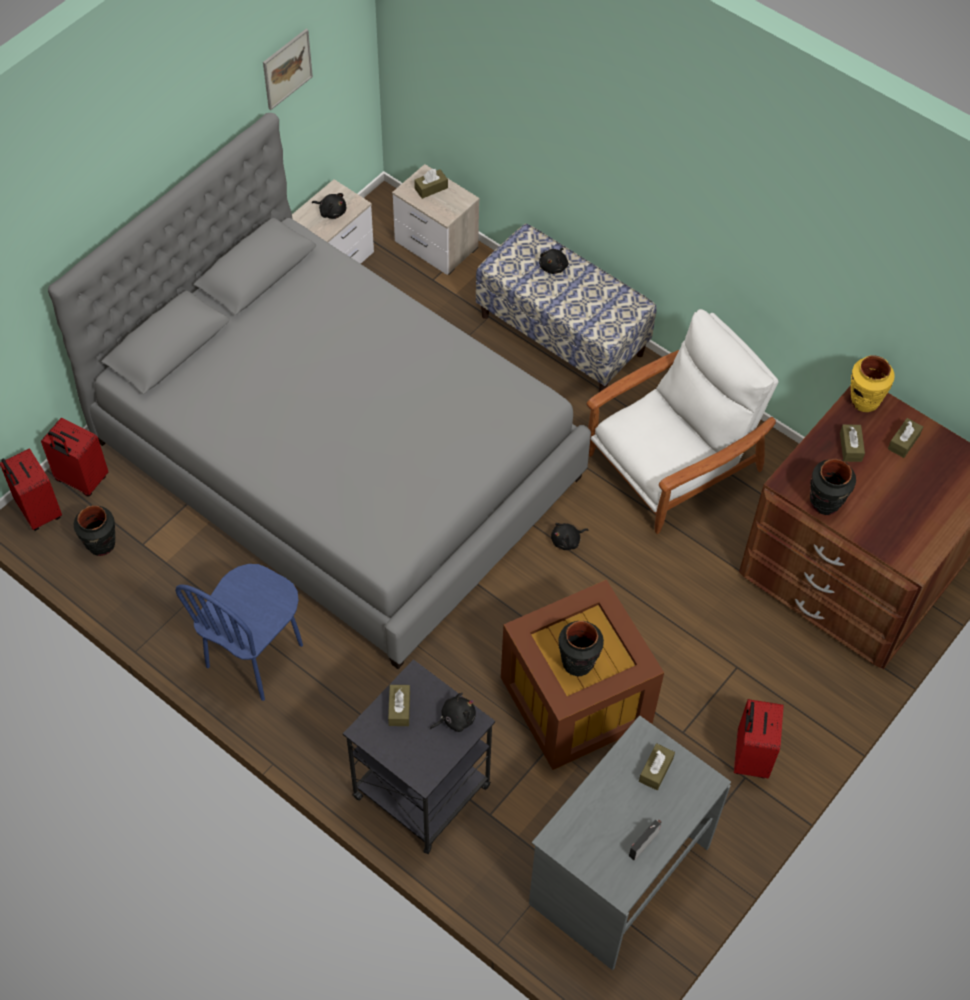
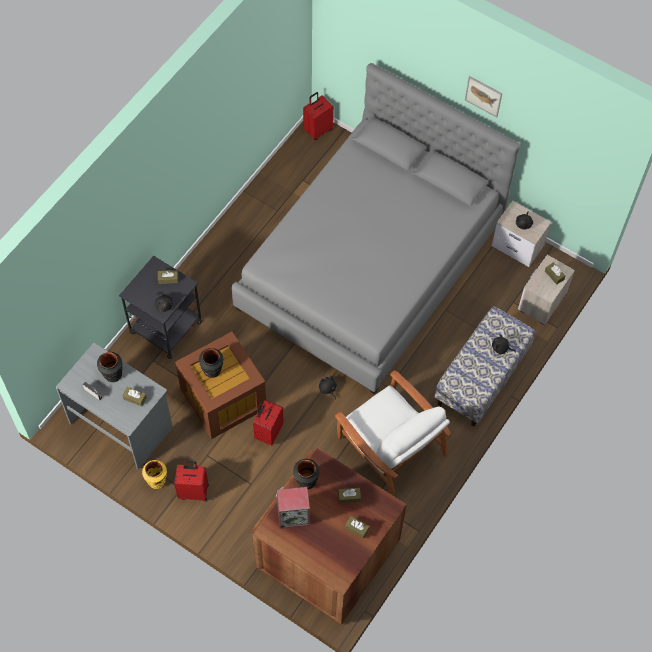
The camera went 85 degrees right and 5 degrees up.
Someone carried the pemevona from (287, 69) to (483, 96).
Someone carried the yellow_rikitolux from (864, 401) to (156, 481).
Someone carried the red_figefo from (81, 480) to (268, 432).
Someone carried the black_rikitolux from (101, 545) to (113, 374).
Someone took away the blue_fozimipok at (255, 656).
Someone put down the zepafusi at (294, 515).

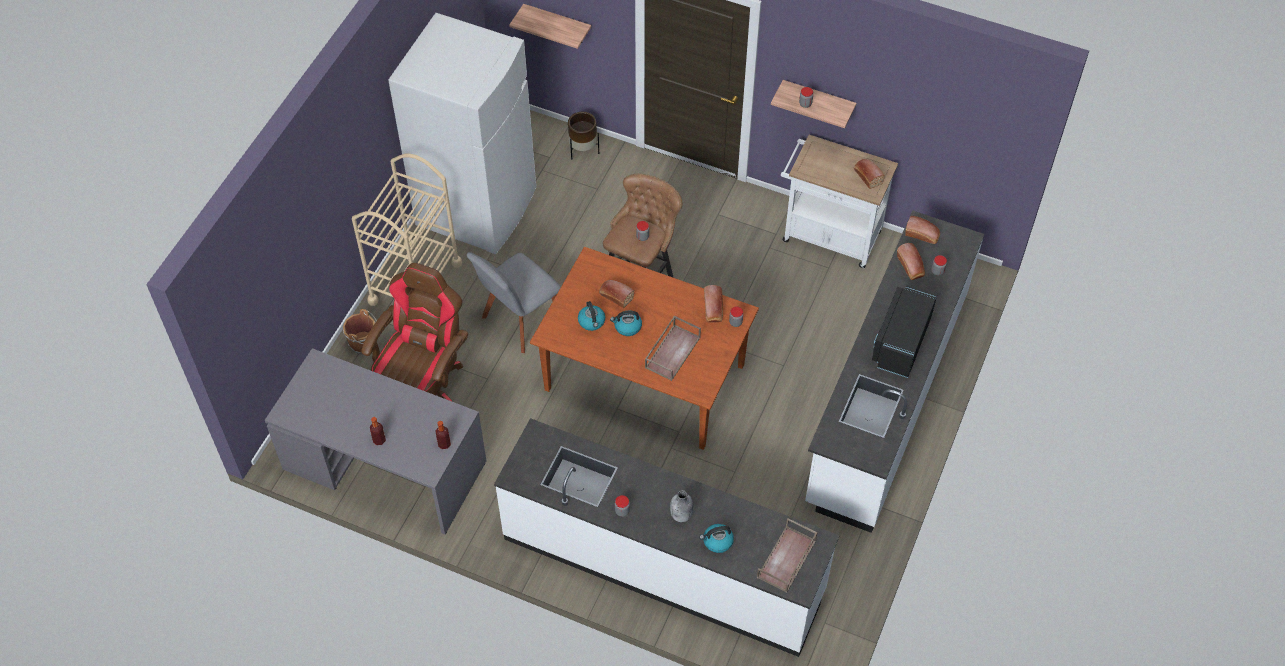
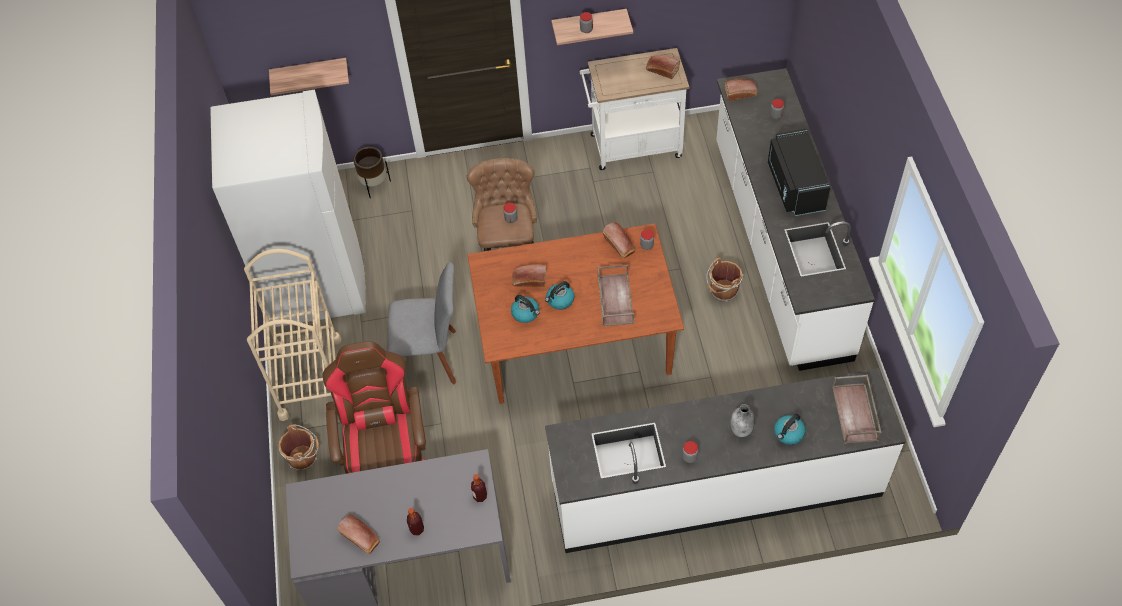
The camera went 30 degrees left and 0 degrees up.
Someone carried the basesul from (911, 267) to (361, 538).
Someone rotated the grey_fozimipok at (519, 321) by 105 degrees counterclockwise.
Someone put down the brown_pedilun at (723, 291).

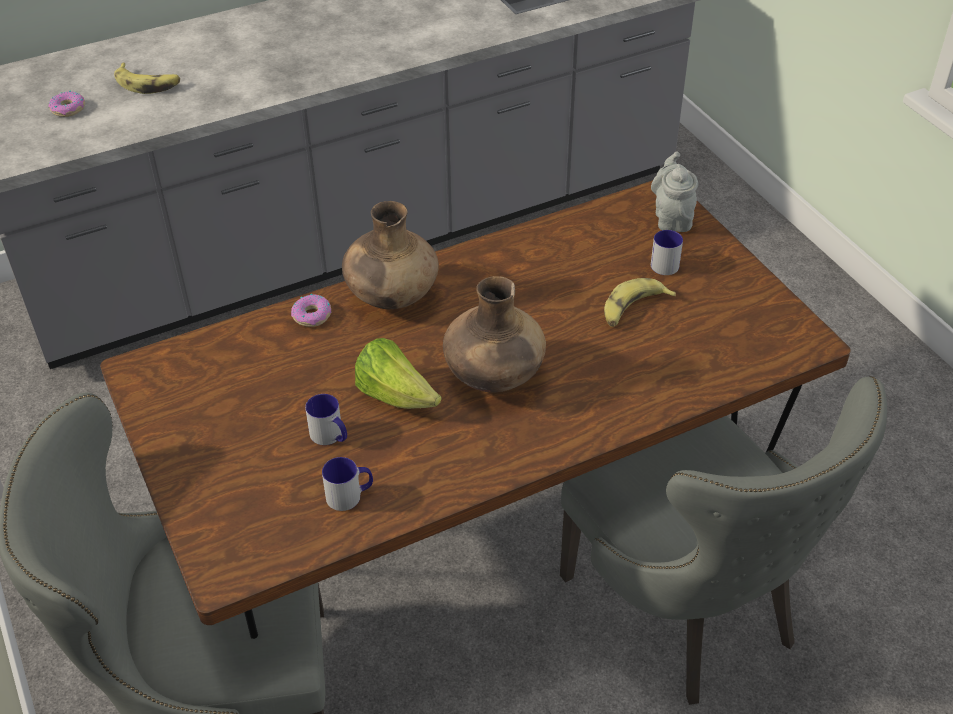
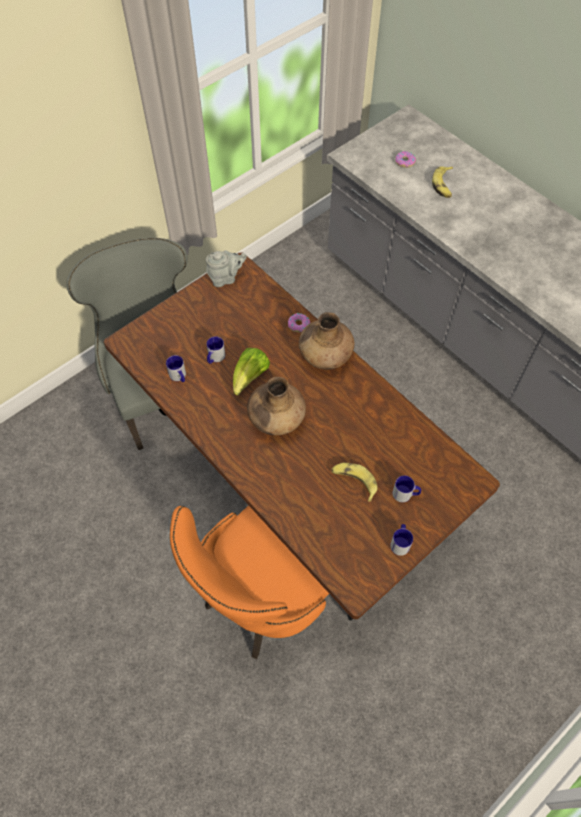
The camera went 75 degrees right and 15 degrees up.
Someone carried the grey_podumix from (672, 217) to (226, 278).
Someone repainted the grey_fozimipok at (689, 610), which became the orange_fozimipok at (264, 597).
Someone put down the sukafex at (400, 542).

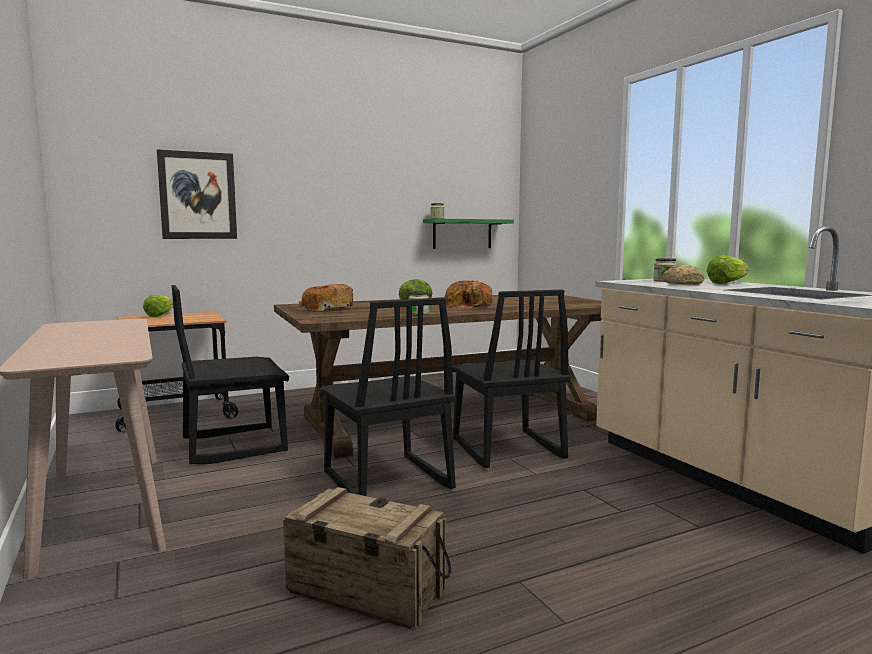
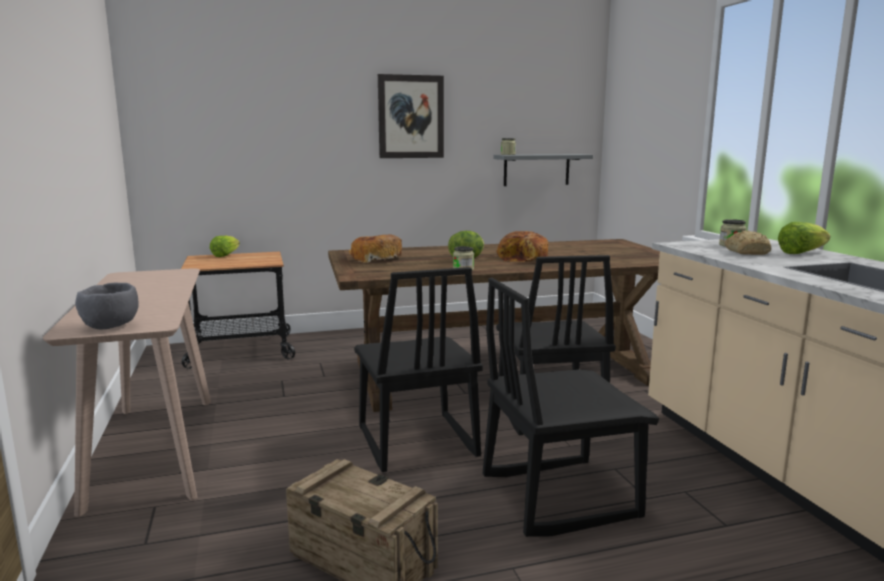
The camera went 10 degrees right and 5 degrees up.
Someone carried the pemevona from (198, 195) to (411, 117).
Someone repainted the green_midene at (462, 234), which became the grey_midene at (536, 169).
Someone carried the black_fozimipok from (234, 445) to (558, 496).
Someone put down the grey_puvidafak at (112, 326).

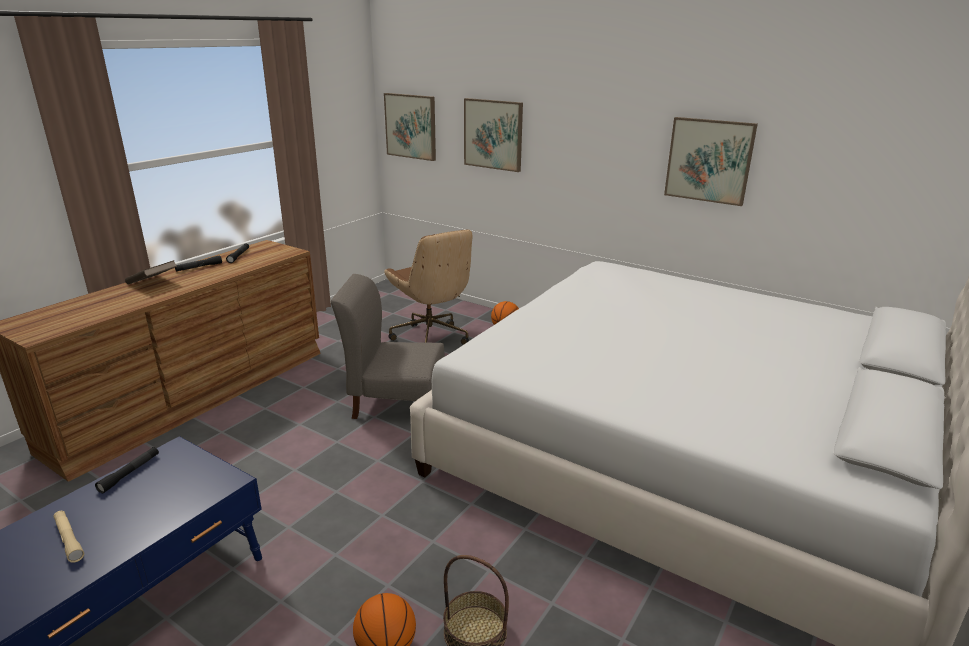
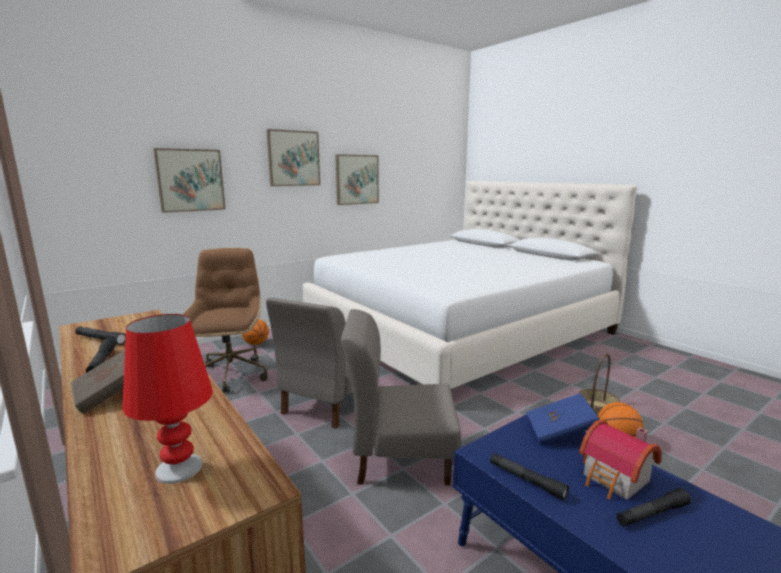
The camera went 70 degrees left and 10 degrees down.
Someone carried the pemevona from (411, 126) to (293, 158).
Someone rotated the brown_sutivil at (431, 340) by 90 degrees counterclockwise.
Someone repainted the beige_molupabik at (69, 540), which became the black_molupabik at (652, 514).
Someone put down the grey_fozimipok at (401, 458).
Someone put down the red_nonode at (178, 469).
Someone put down the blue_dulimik at (560, 433).
Someone put down the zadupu at (615, 480).

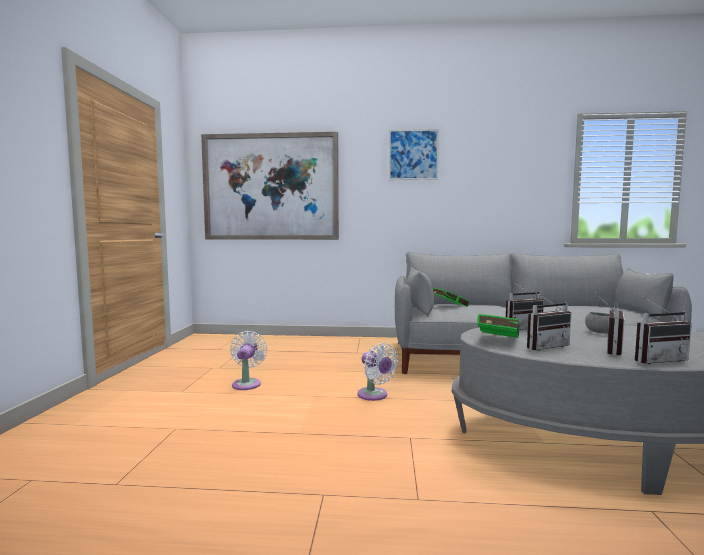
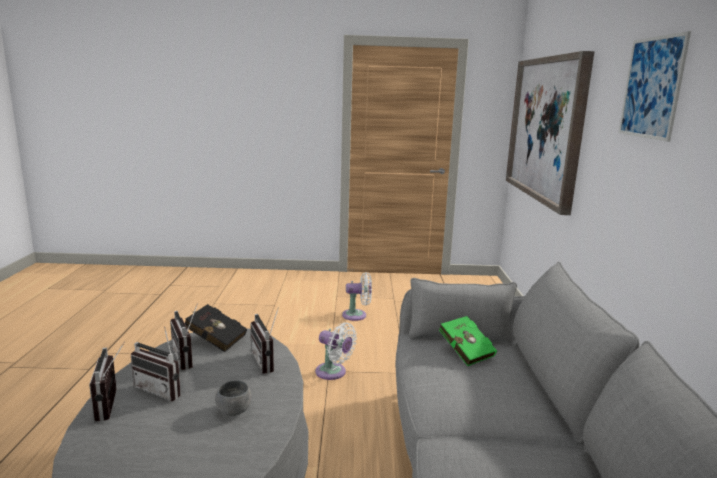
The camera went 85 degrees right and 10 degrees up.
Someone repainted the green_dulimik at (497, 341), which became the black_dulimik at (214, 339).
Someone rotated the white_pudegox at (374, 395) by 105 degrees counterclockwise.

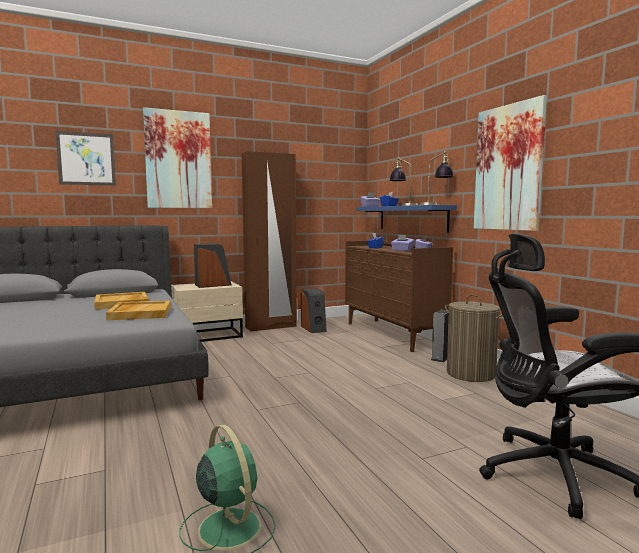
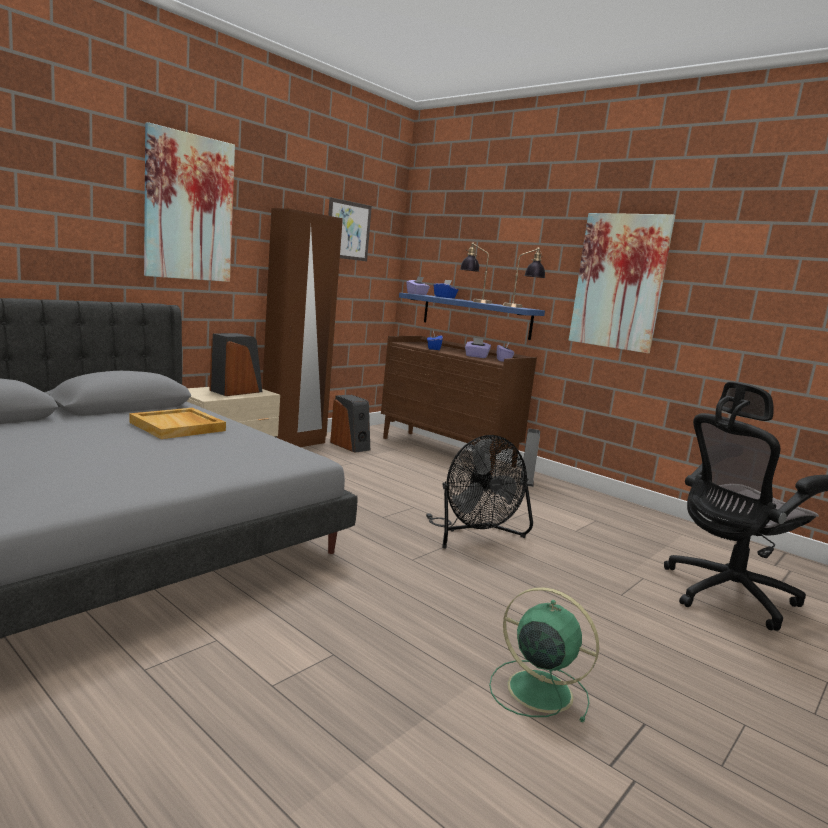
The camera went 25 degrees left and 5 degrees up.
Someone carried the pemevona from (86, 159) to (348, 230).
Someone took away the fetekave at (471, 374).
Someone took away the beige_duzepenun at (140, 313).
Someone put down the black_pudegox at (471, 534).

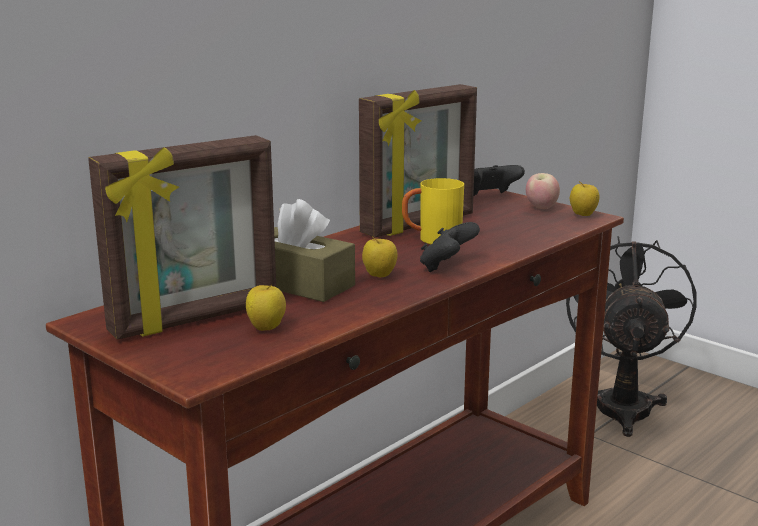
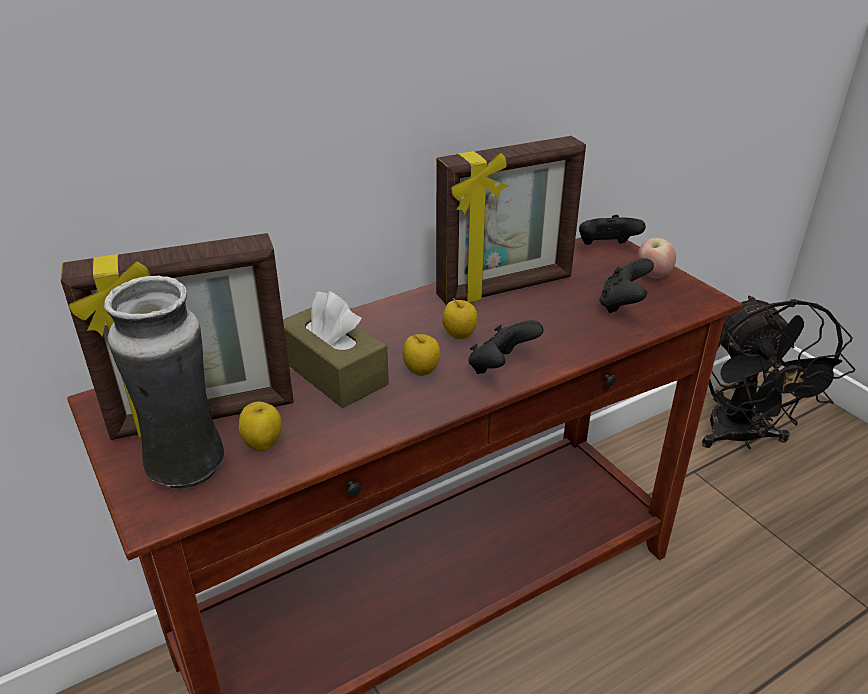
The camera went 15 degrees right and 15 degrees up.
Someone took away the yellow_sukafex at (432, 240).
Someone carried the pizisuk from (582, 215) to (459, 337).
Someone rotated the black_pudegox at (622, 403) by 150 degrees clockwise.
Someone put down the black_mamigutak at (622, 305).
Someone put down the rikitolux at (187, 469).

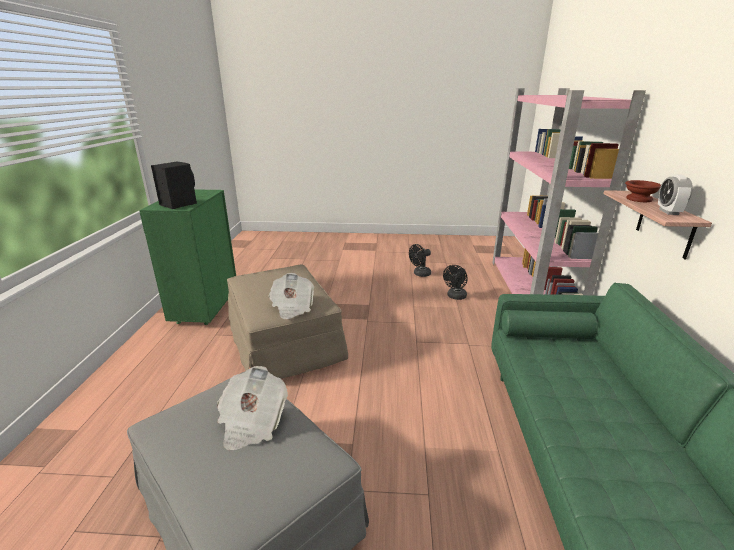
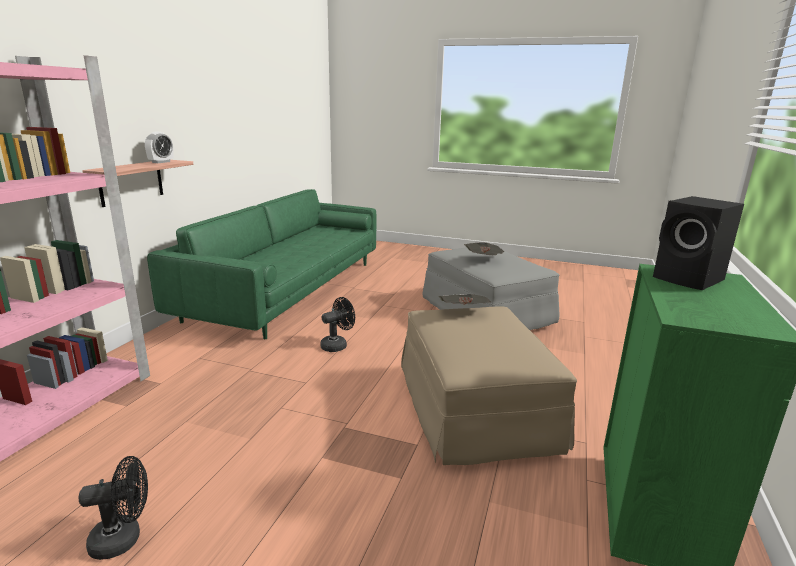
The camera went 165 degrees left and 5 degrees down.
Someone took away the brown_puvidafak at (640, 199).
Someone carried the black_pudegox from (455, 297) to (337, 345).

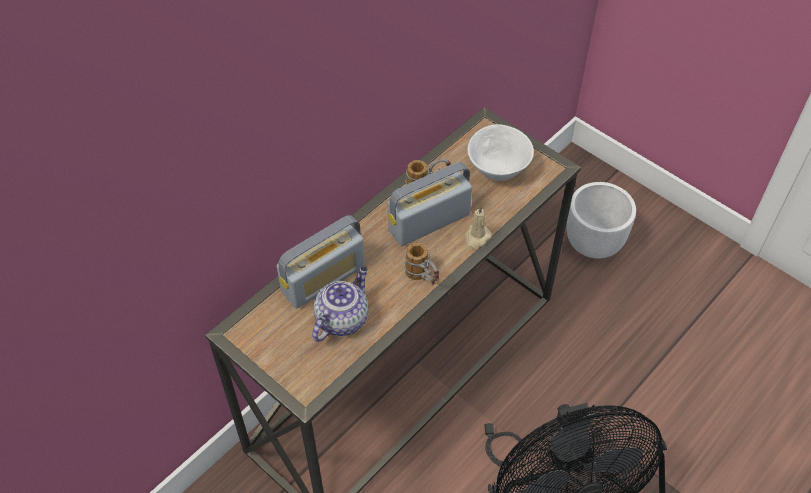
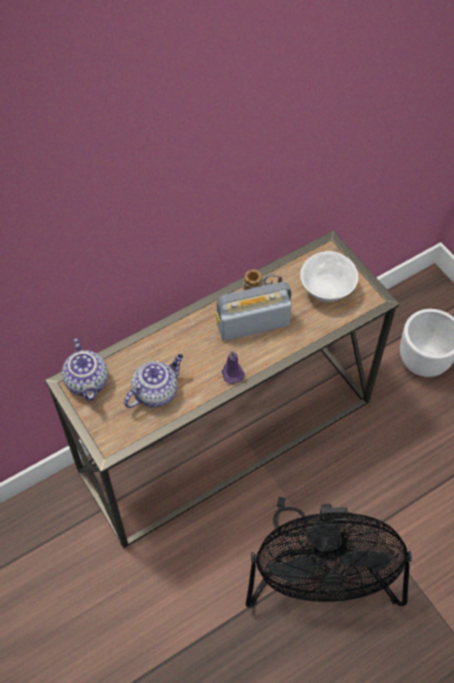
The camera went 15 degrees right and 5 degrees up.
Someone took away the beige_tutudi at (476, 238).
Someone took away the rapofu at (323, 279).
Someone swapped the sukafex at (423, 278) for the purple_tutudi at (232, 373).
Someone put down the podumix at (88, 382).

